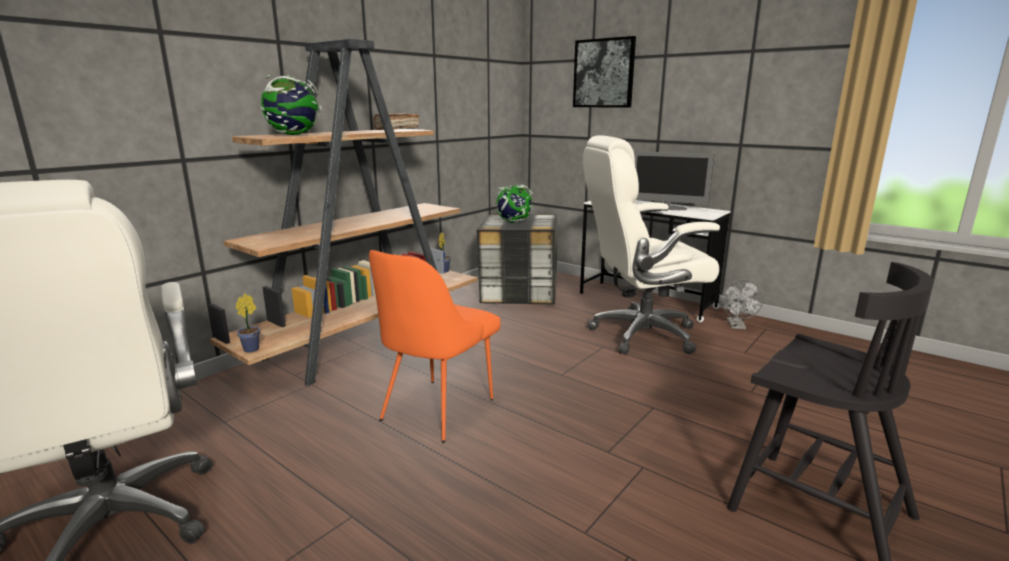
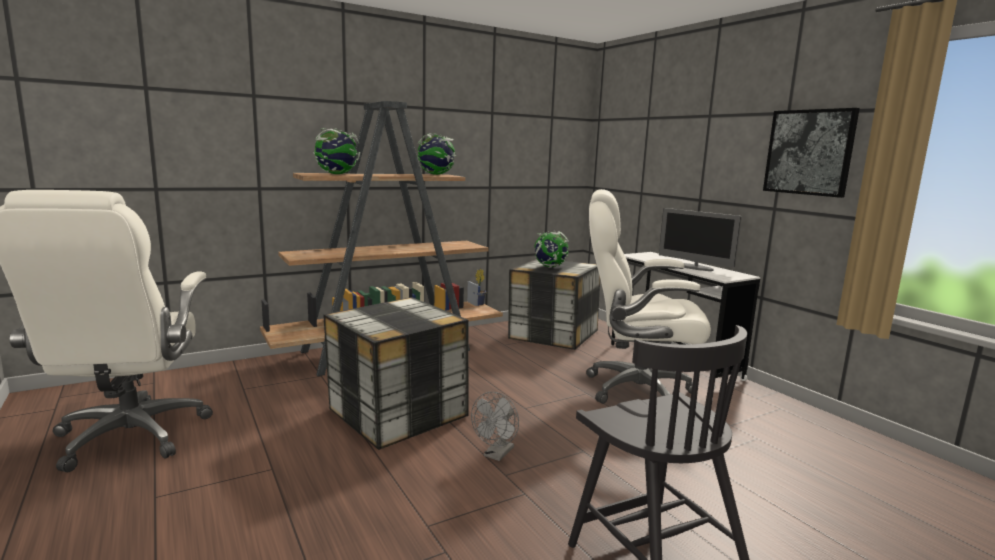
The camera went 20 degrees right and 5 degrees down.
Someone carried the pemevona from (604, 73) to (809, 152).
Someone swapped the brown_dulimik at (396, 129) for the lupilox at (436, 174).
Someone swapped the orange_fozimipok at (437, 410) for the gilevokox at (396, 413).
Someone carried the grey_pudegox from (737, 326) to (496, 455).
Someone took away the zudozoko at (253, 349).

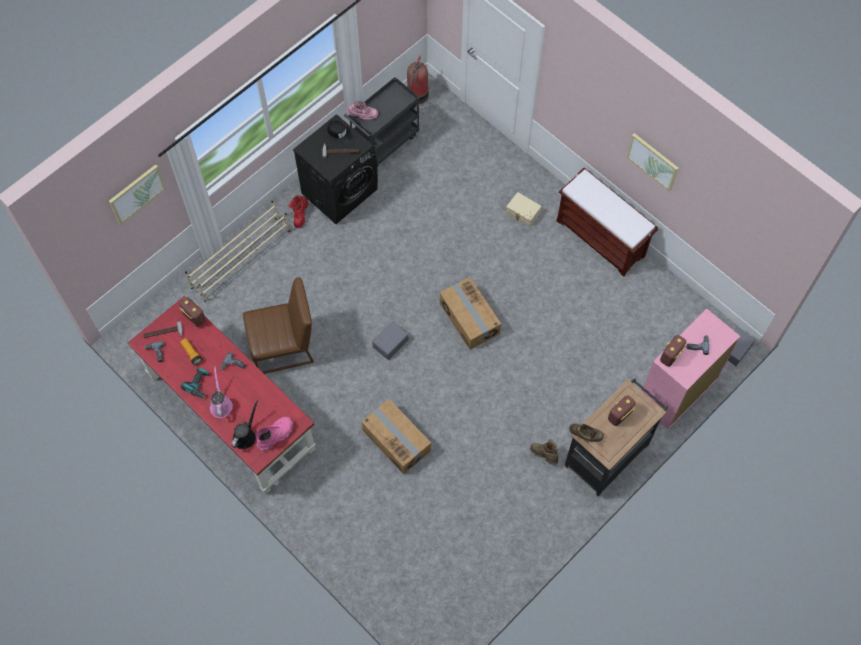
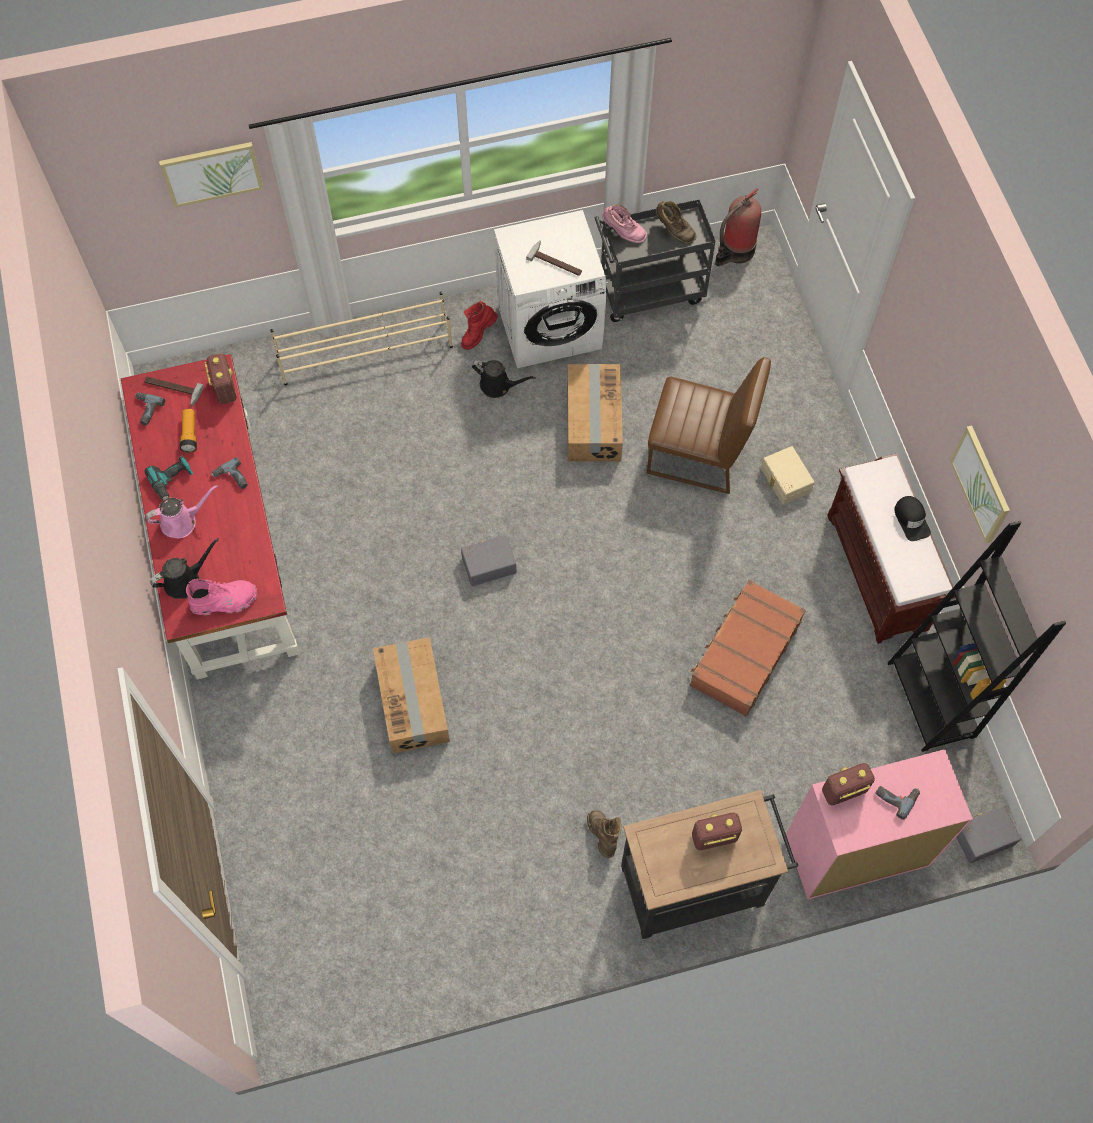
The camera went 30 degrees right and 0 degrees up.
Someone repainted the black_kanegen at (340, 192), which became the white_kanegen at (550, 329).
Someone carried the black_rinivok from (339, 133) to (911, 520).
Someone carried the brown_fozimipok from (284, 347) to (699, 455).
Someone carried the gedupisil from (469, 319) to (593, 422).
Someone rotated the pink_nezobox at (221, 404) by 45 degrees clockwise.
Someone carried the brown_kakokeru from (585, 436) to (673, 231).
Someone put down the black_nezobox at (498, 386).
Someone put down the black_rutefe at (932, 699).
Someone put down the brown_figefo at (744, 653).

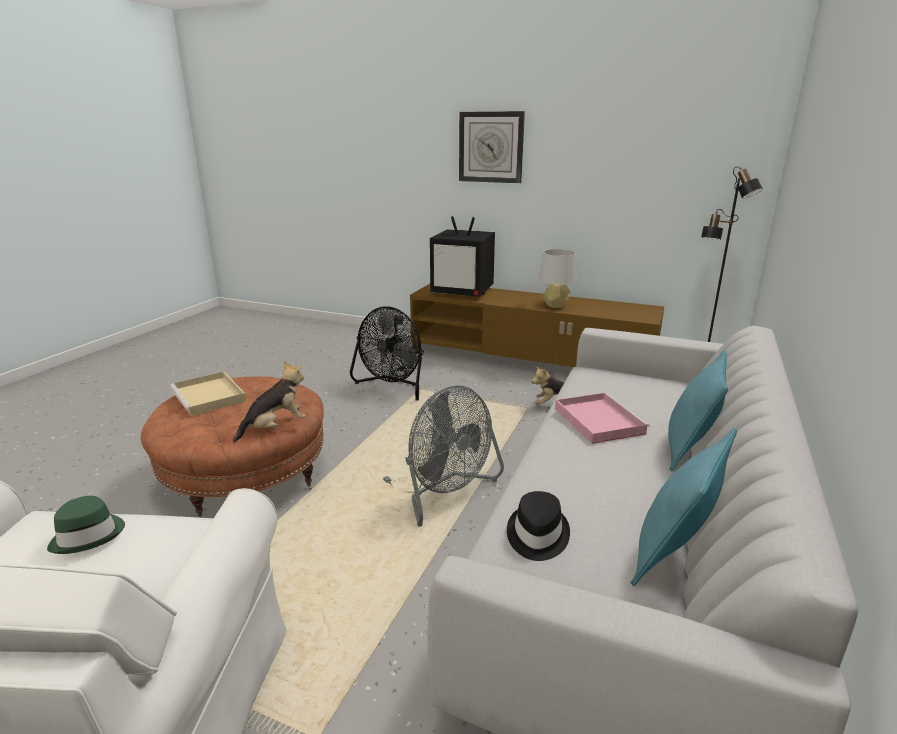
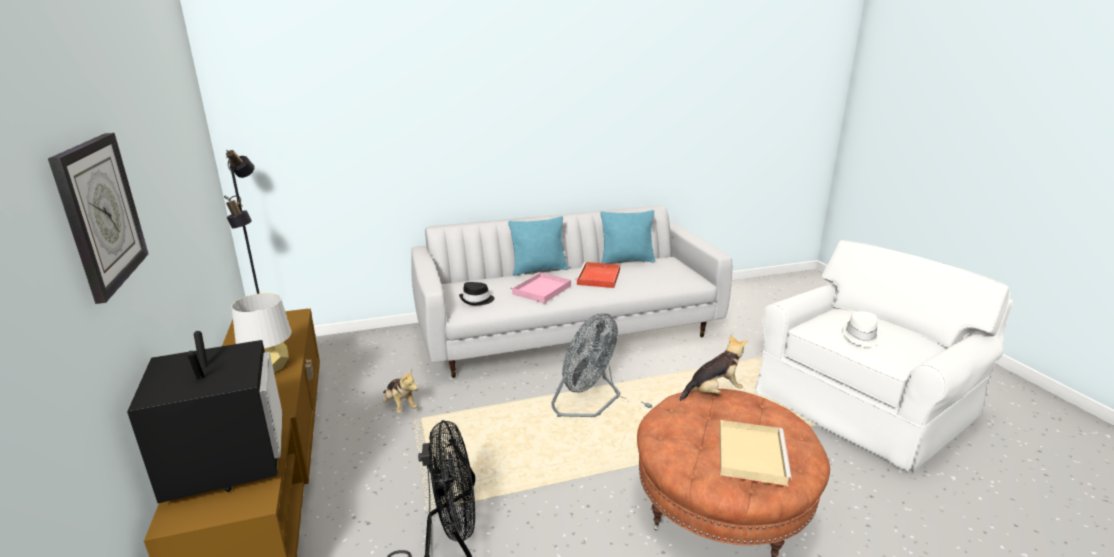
The camera went 130 degrees left and 0 degrees up.
Someone rotated the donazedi at (275, 427) by 150 degrees clockwise.
Someone rotated the grey_pudegox at (441, 494) by 60 degrees counterclockwise.
Someone carried the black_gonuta from (536, 535) to (477, 300).
Someone repainted the green_gonuta at (88, 535), which became the white_gonuta at (860, 336).
Someone put down the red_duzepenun at (598, 277).

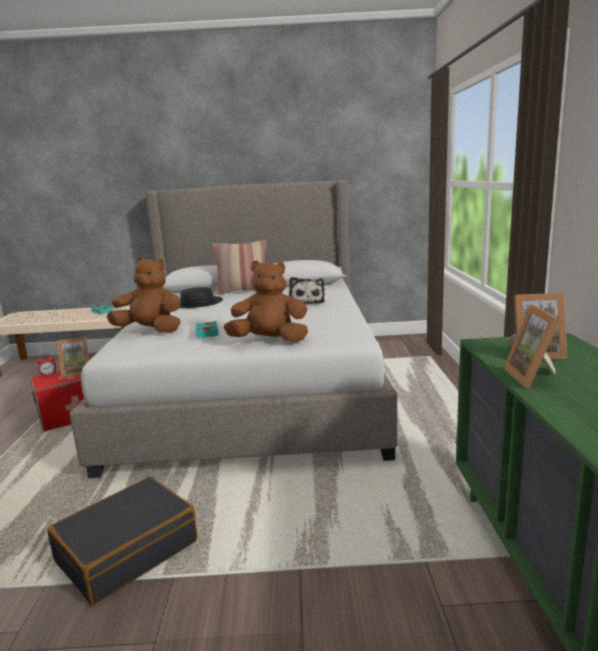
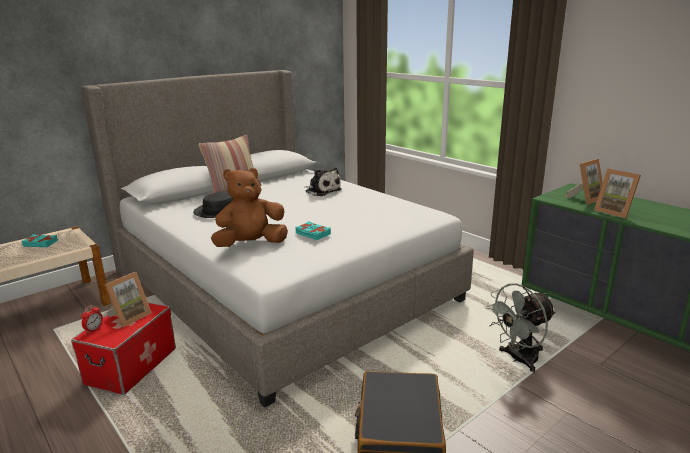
The camera went 40 degrees left and 5 degrees up.
Someone took away the brown_donazedi at (270, 341).
Someone put down the grey_pudegox at (518, 359).

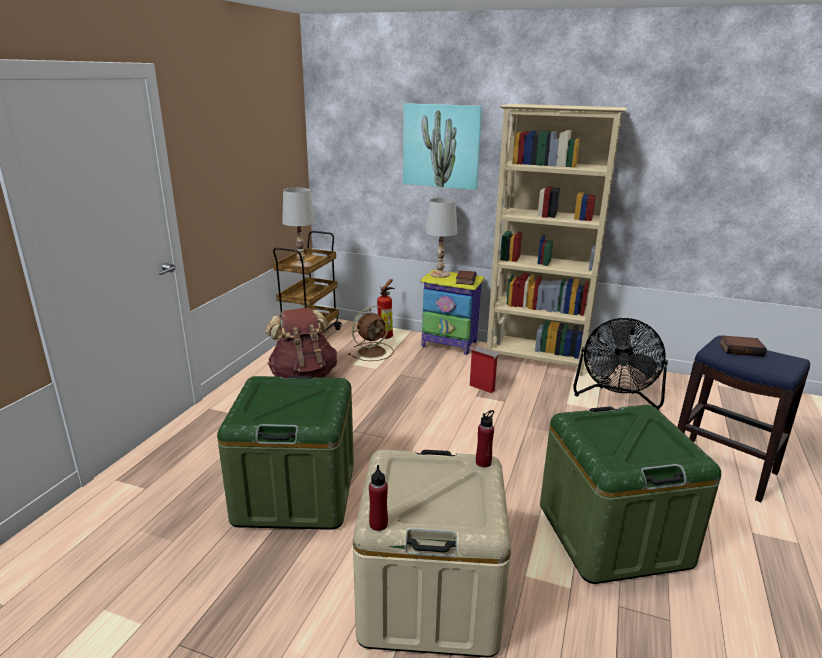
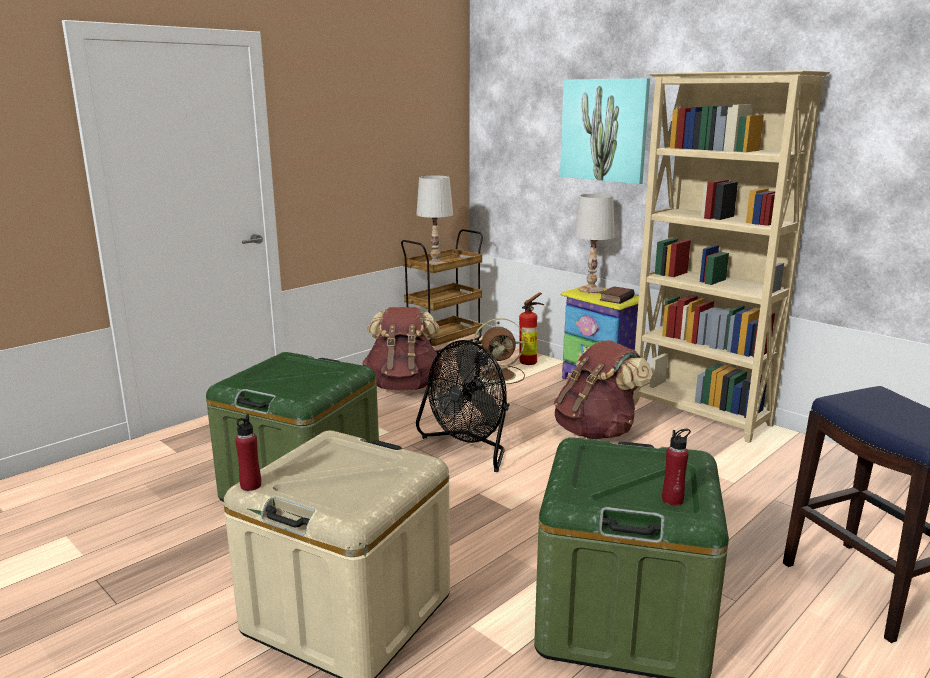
The camera went 25 degrees right and 5 degrees down.
Someone carried the black_pudegox from (613, 394) to (470, 445).
Someone took away the dulimik at (741, 349).
Someone swapped the gedupisil at (481, 388) for the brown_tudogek at (597, 431).
Someone carried the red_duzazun from (483, 462) to (672, 500).

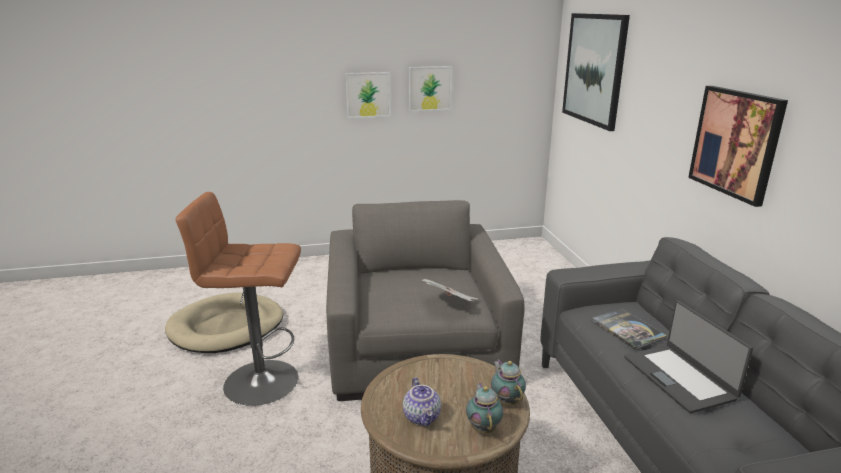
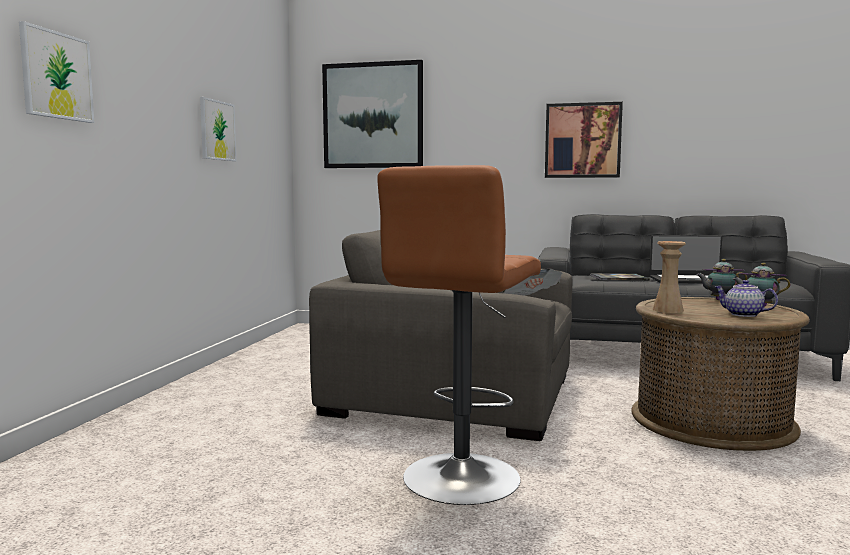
The camera went 65 degrees left and 15 degrees down.
Someone carried the pemevona from (368, 95) to (56, 75).
Someone took away the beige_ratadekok at (227, 327).
Someone rotated the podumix at (423, 417) by 150 degrees counterclockwise.
Someone put down the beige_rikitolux at (668, 310).

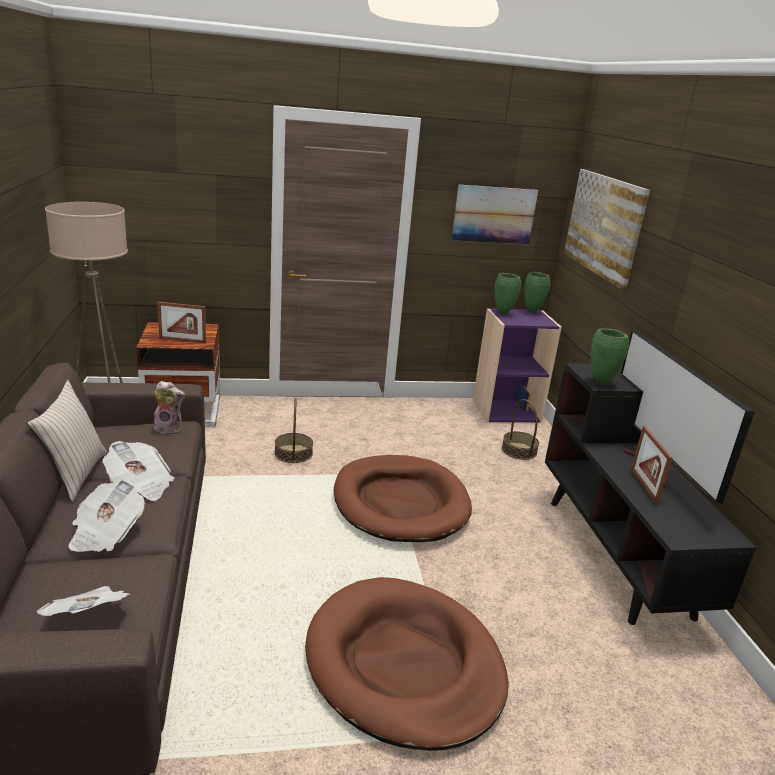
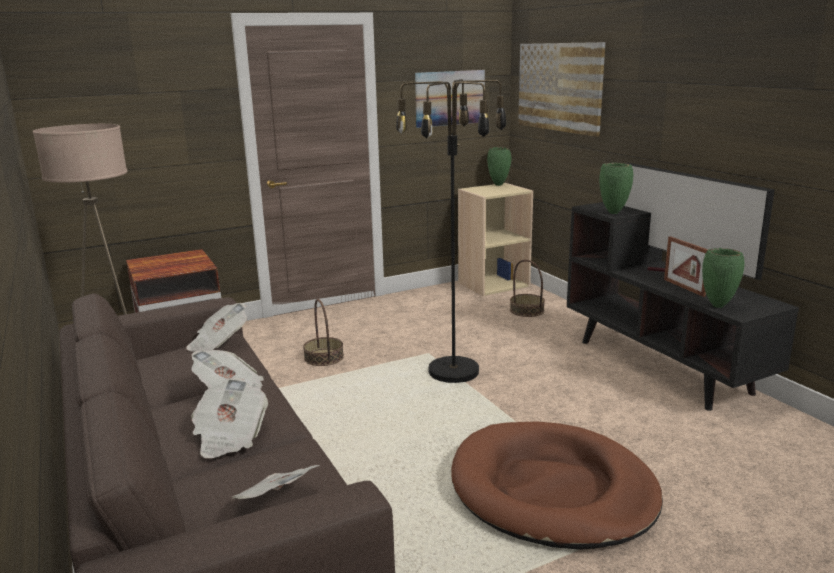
The camera went 15 degrees left and 5 degrees down.
Someone carried the green_rikitolux from (503, 313) to (718, 306).
Someone took away the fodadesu at (182, 340).
Someone repainted the purple_rutefe at (507, 410), which became the beige_rutefe at (494, 284).
Someone took away the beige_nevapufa at (74, 475).
Someone swapped the donazedi at (169, 429) for the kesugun at (219, 343).
Someone swapped the brown_ratadekok at (400, 503) for the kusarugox at (454, 372).

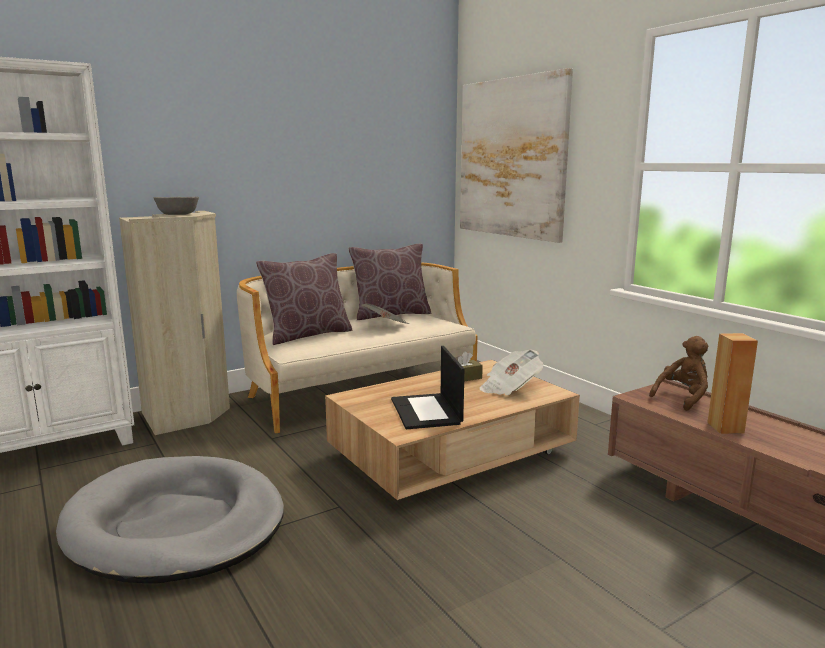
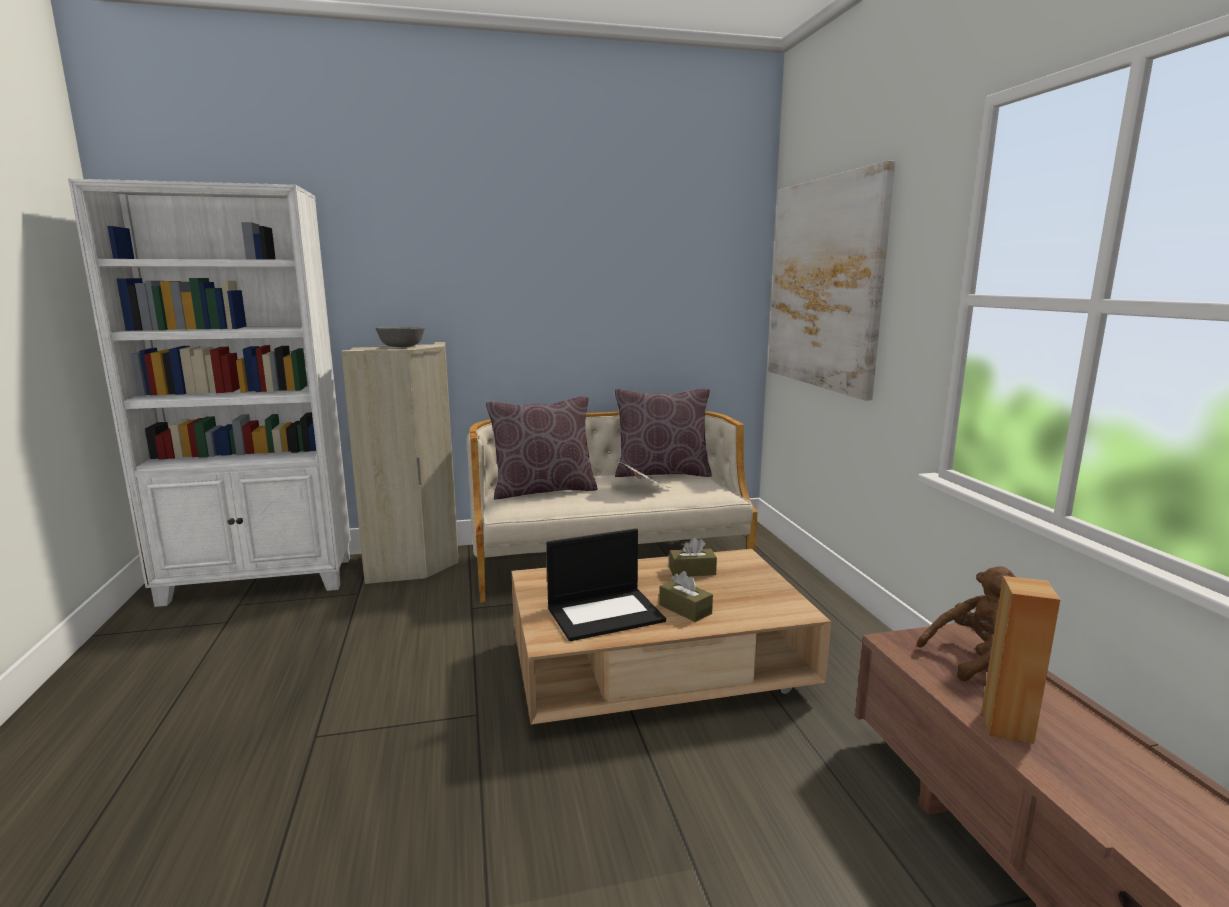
The camera went 20 degrees right and 0 degrees up.
Someone rotated the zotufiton at (427, 412) by 120 degrees counterclockwise.
Someone took away the kesugun at (509, 388).
Someone took away the grey_ratadekok at (176, 524).
Someone put down the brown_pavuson at (685, 609).

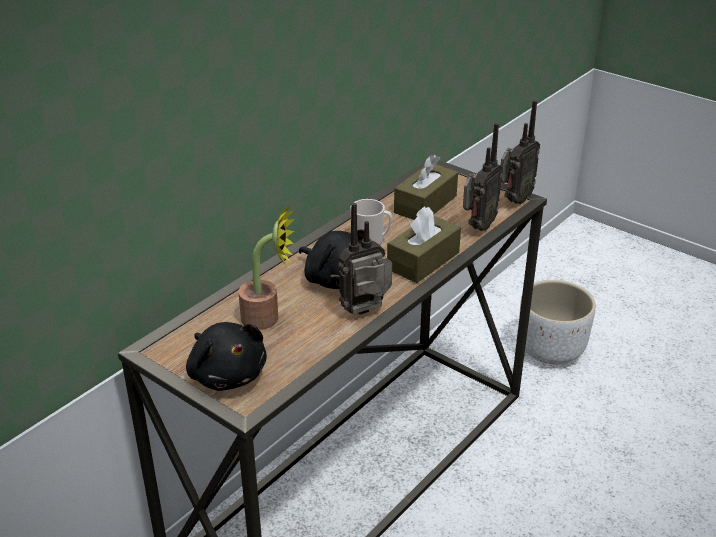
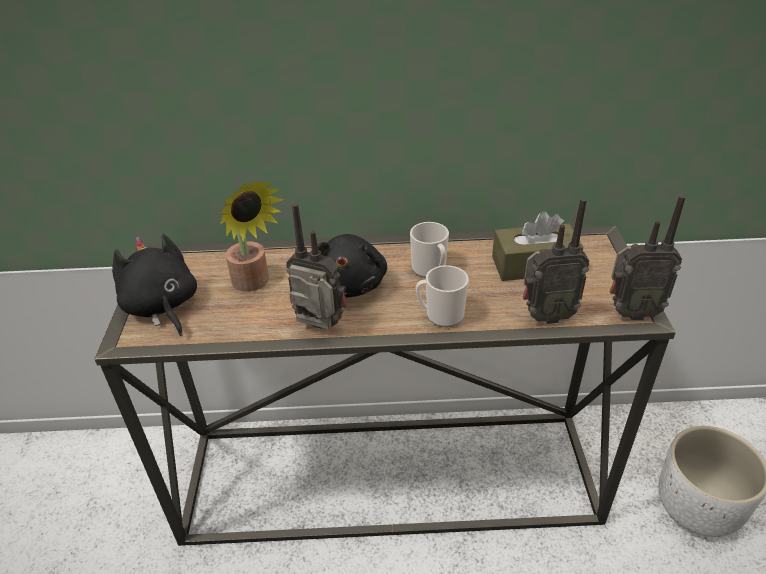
The camera went 50 degrees right and 5 degrees up.
Someone swapped the brown_pavuson at (423, 261) for the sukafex at (440, 315).
Someone rotated the black_donazedi at (227, 374) by 135 degrees clockwise.

